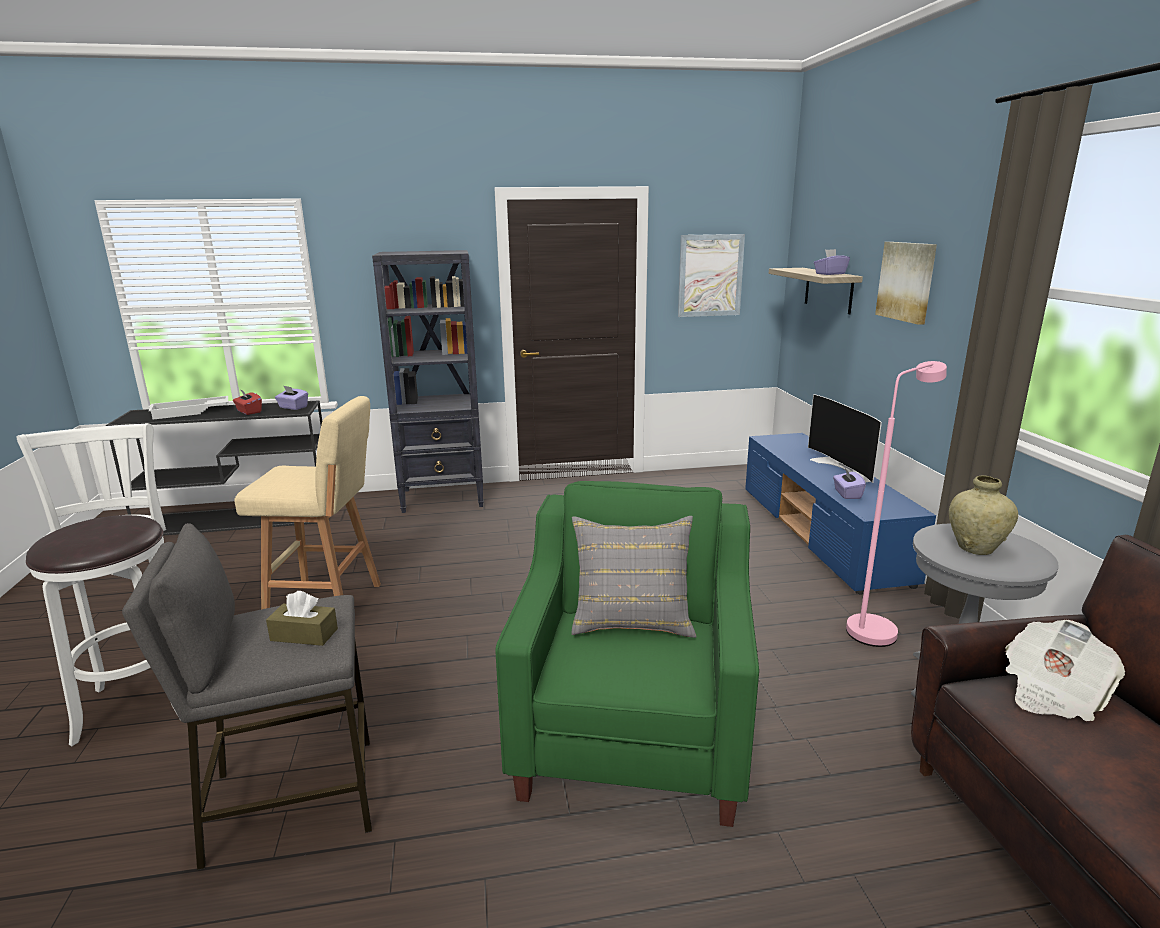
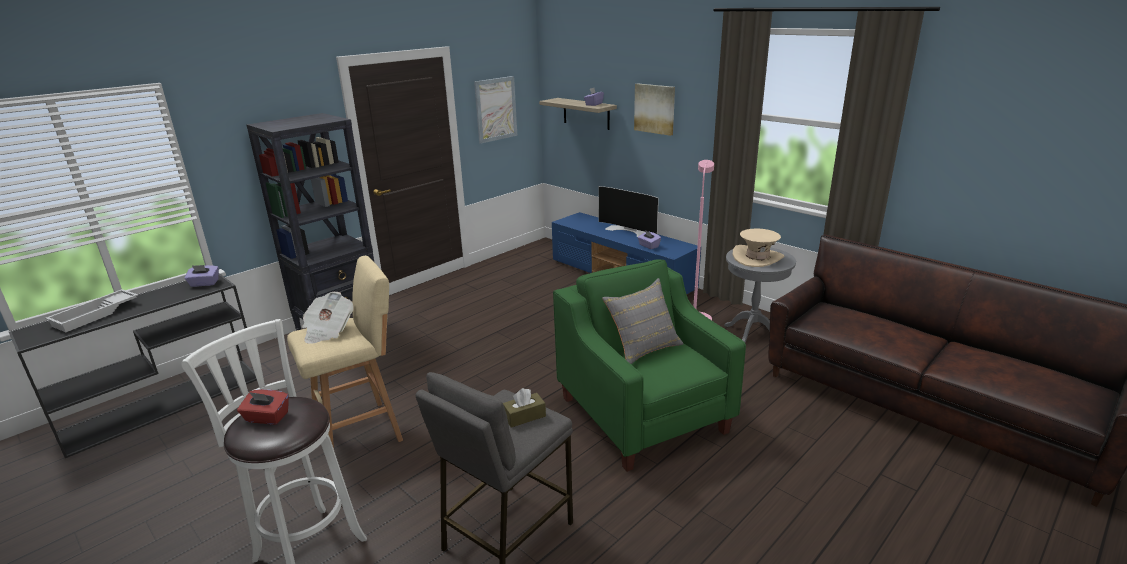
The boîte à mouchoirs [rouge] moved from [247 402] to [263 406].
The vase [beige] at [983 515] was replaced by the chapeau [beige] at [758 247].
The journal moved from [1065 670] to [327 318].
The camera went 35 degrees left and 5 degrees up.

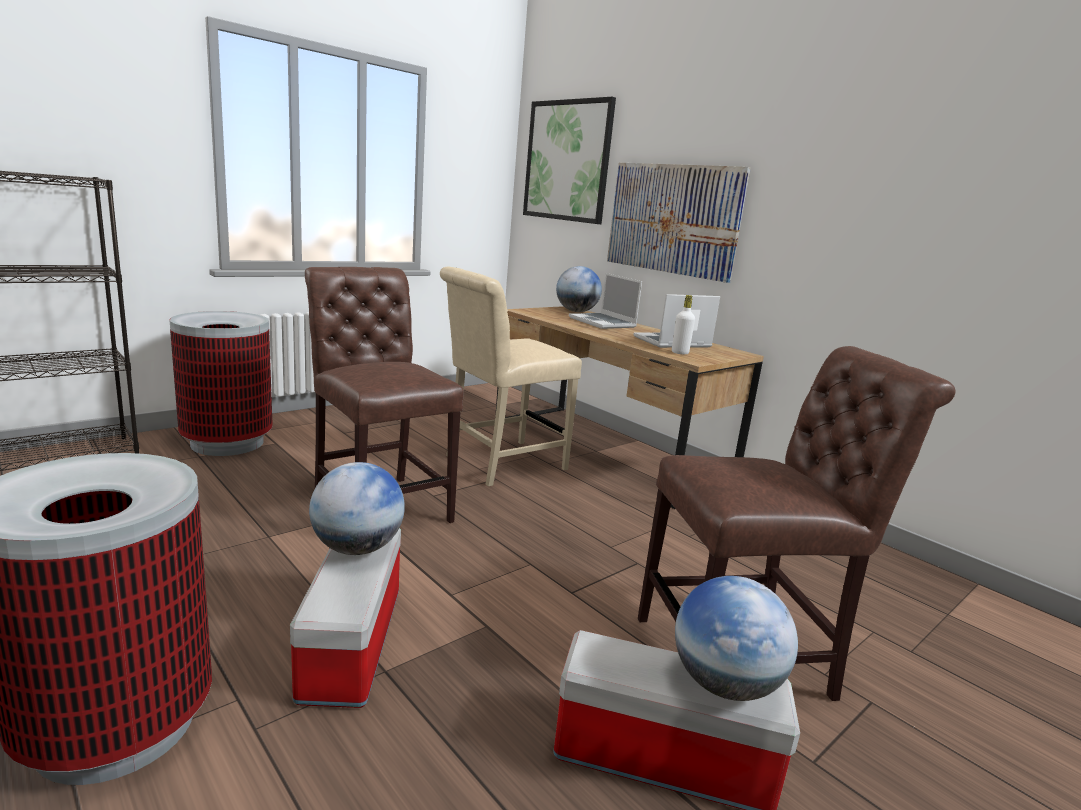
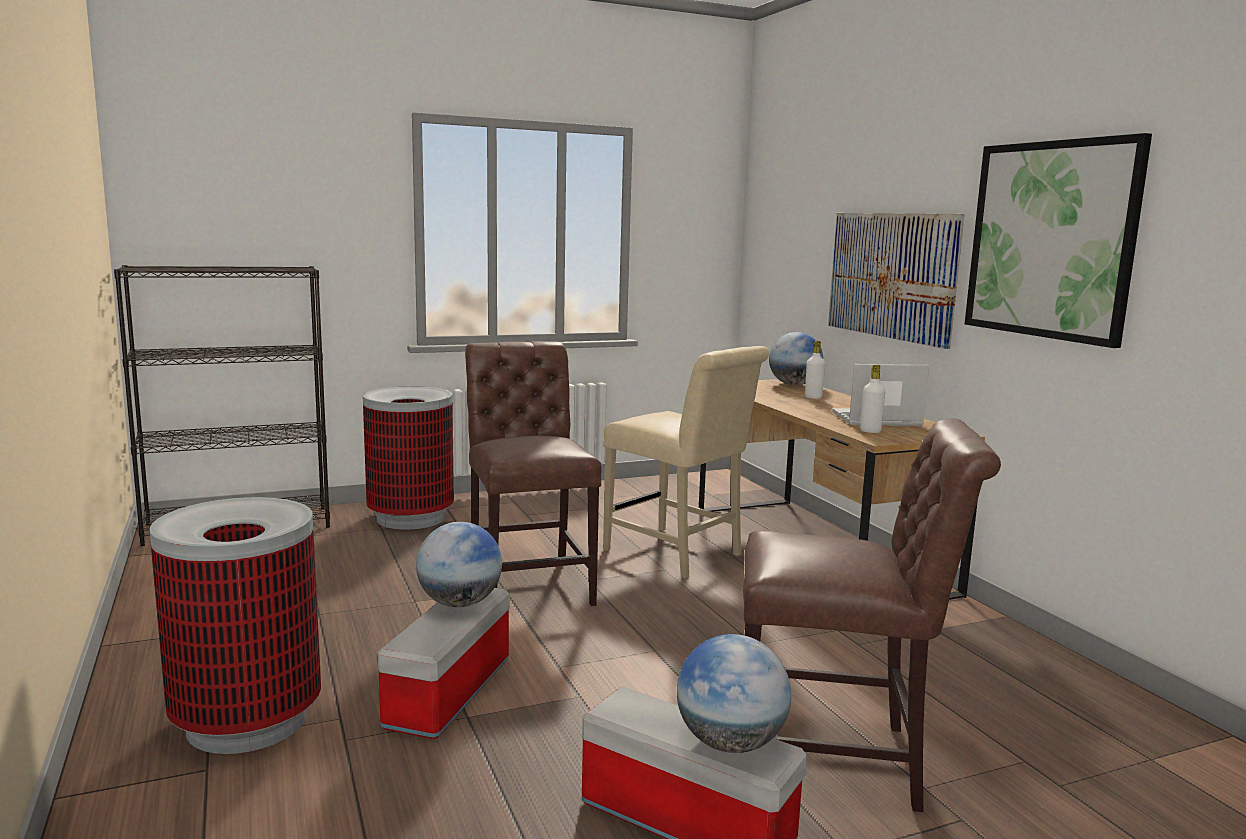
The chaise [beige] at [511 376] turned 120 degrees counterclockwise.
The tableau moved from [569 160] to [1058 240].
The ordinateur portable at [605 301] was replaced by the bouteille [blanc] at [815 370].
The camera went 20 degrees right and 5 degrees down.

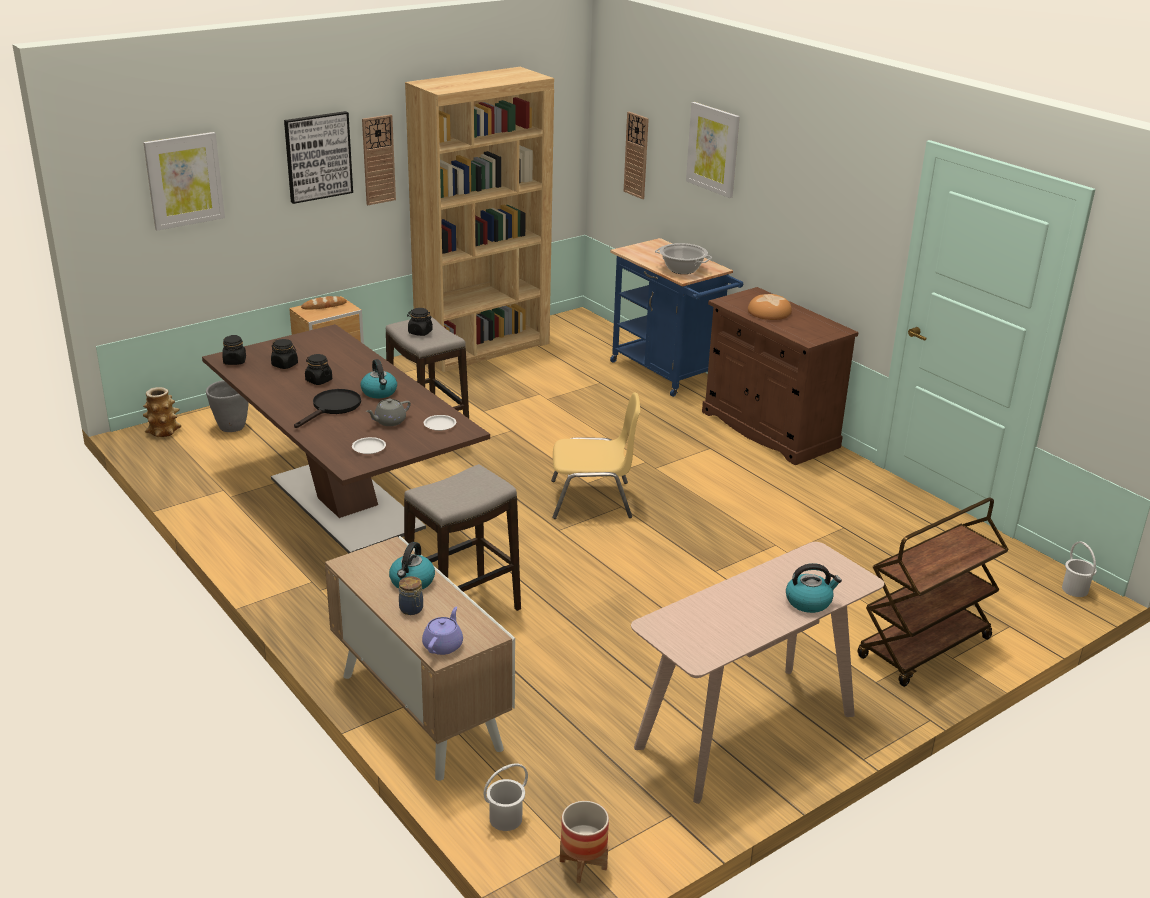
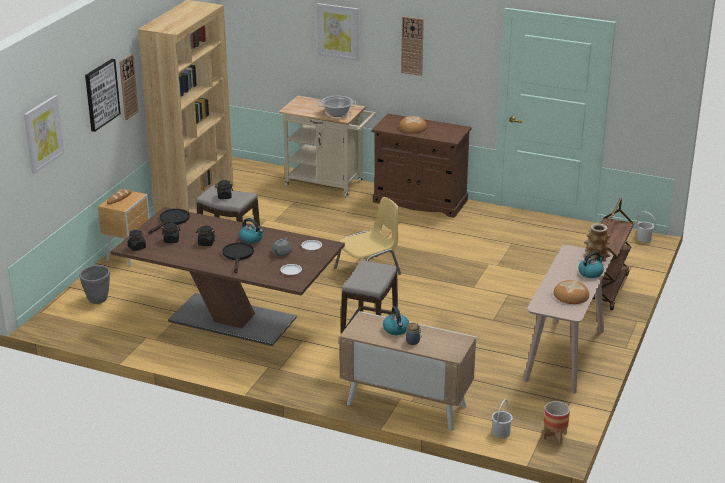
The vase moved from [162 412] to [597 243].
The théière [violet] at [442 630] disappeared.
The chariot [bleu] at [676 317] became the chariot [beige] at [327 147].
The horloge murale moved from [636 155] to [412 46].
The poêle [noir] at [169 221] appeared.
The pain at [571 292] appeared.
The camera went 30 degrees left and 0 degrees up.

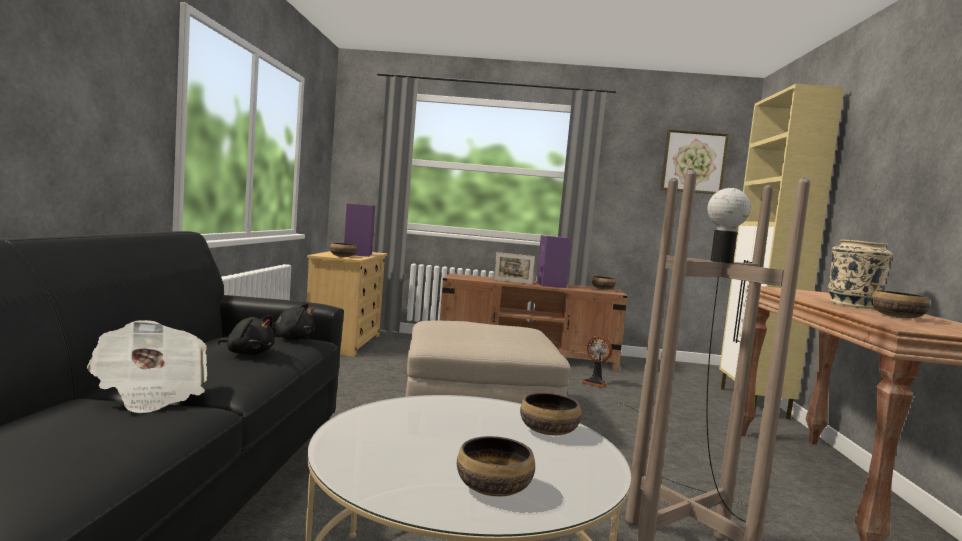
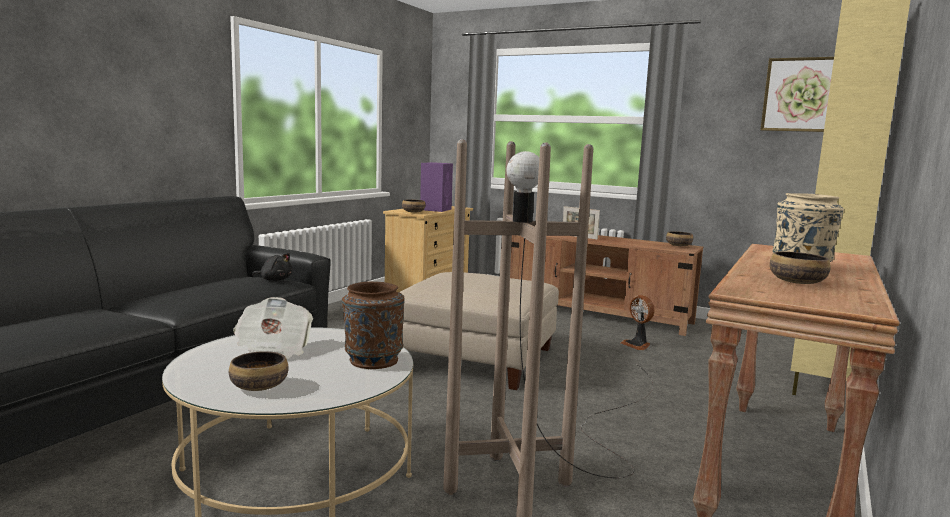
The journal moved from [147 366] to [273 328].
The peluche [noir] at [246 335] disappeared.
The bol at [550 414] was replaced by the vase [marron] at [373 325].
The enceinte [violet] at [554 261] disappeared.
The camera went 25 degrees right and 5 degrees up.

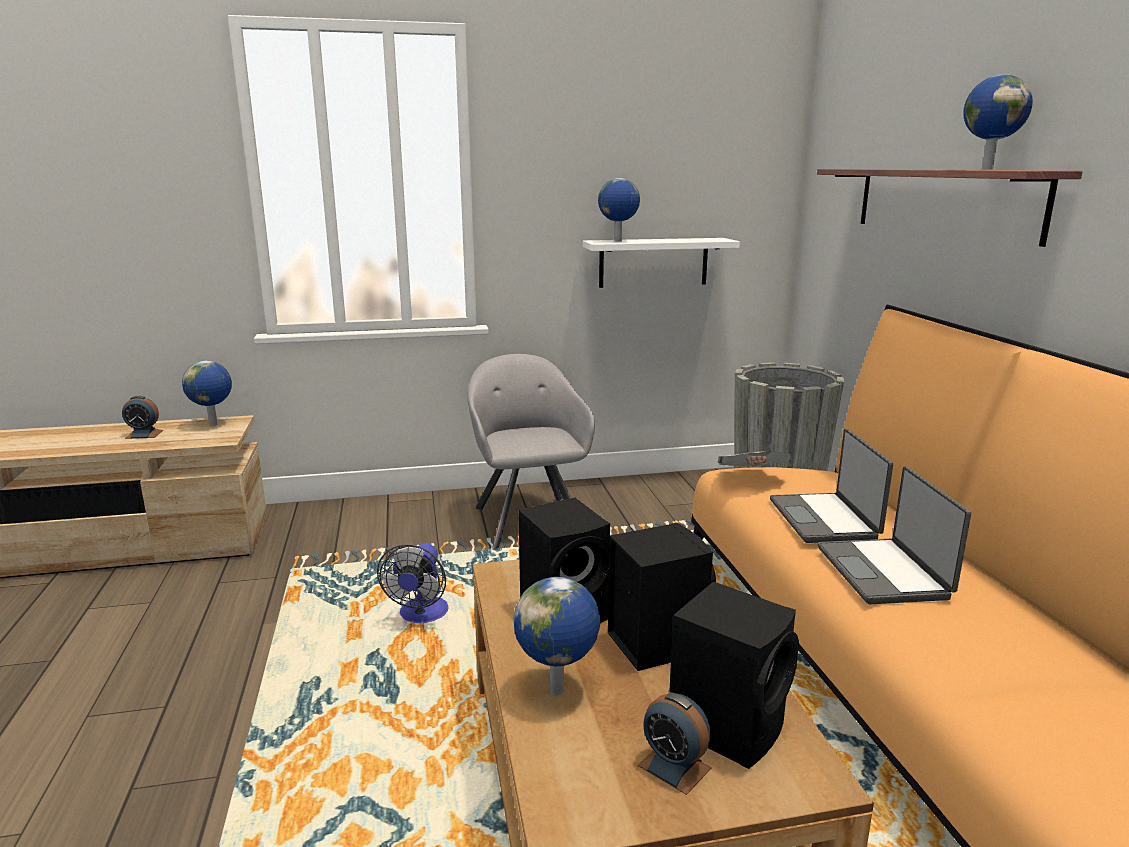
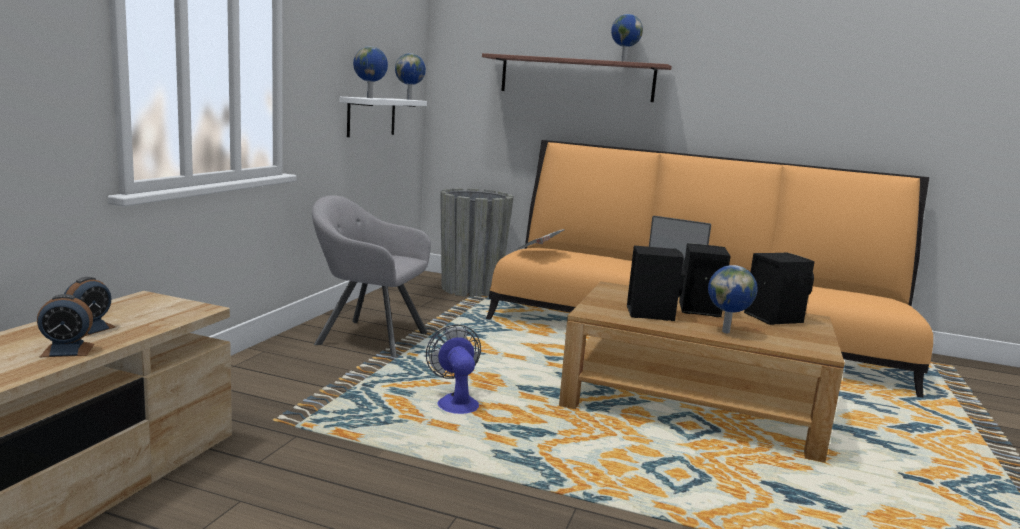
The globe moved from [207 393] to [410 76].
The ventilateur at [413 583] turned 150 degrees counterclockwise.
The réveil moved from [675 743] to [65 325].
The ordinateur portable at [831 486] disappeared.
The camera went 60 degrees left and 5 degrees down.

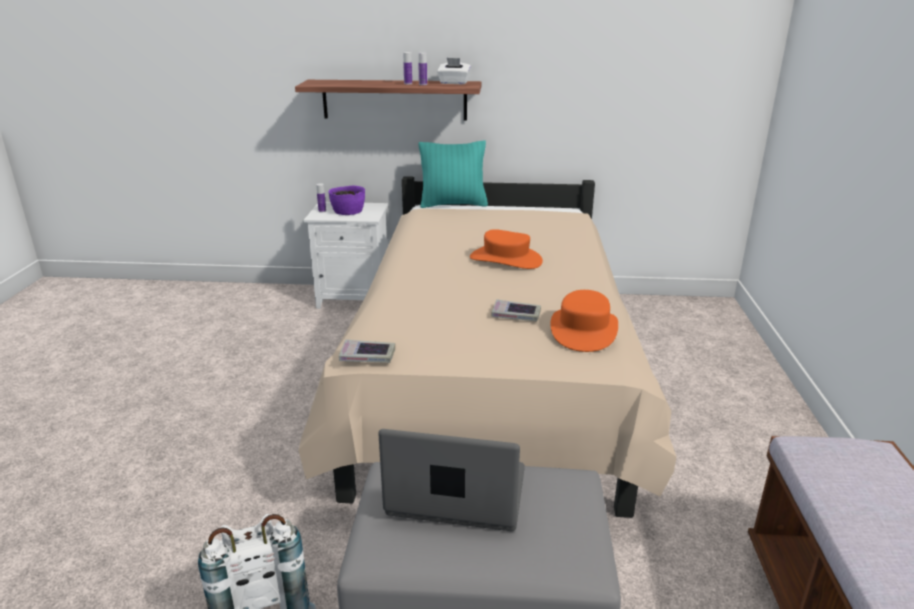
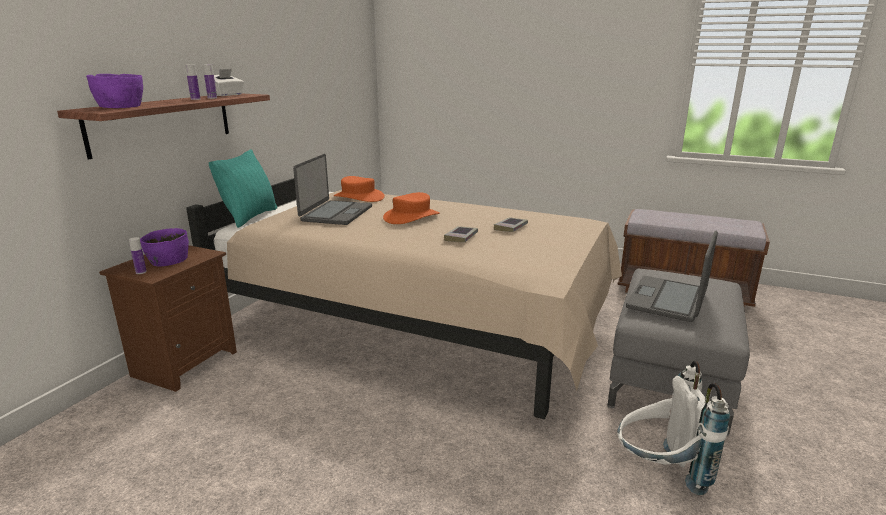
The table de chevet [blanc] at [346 255] became the table de chevet [marron] at [168 318].
The livre moved from [367 351] to [461 234].
The chapeau [orange] moved from [584 321] to [359 189].
The bol [violet] at [114 91] appeared.
The ordinateur portable at [332 189] appeared.
The camera went 70 degrees left and 5 degrees down.

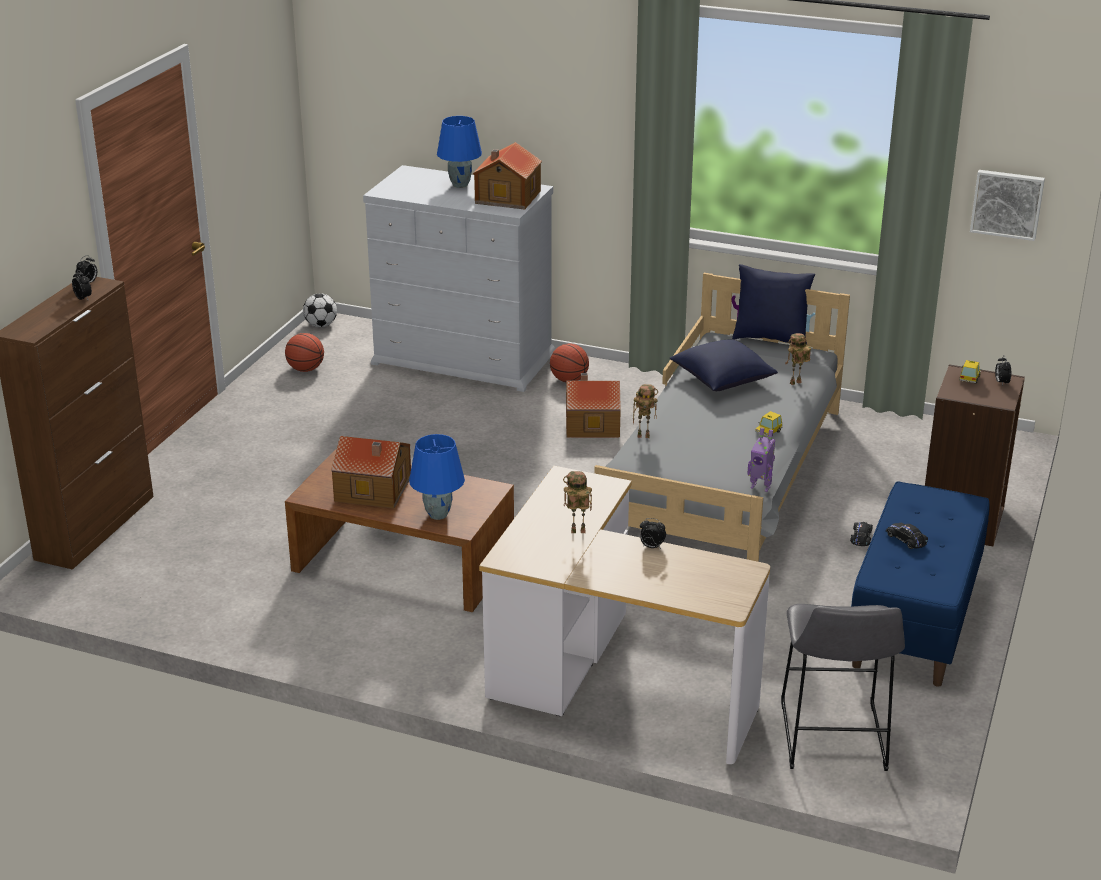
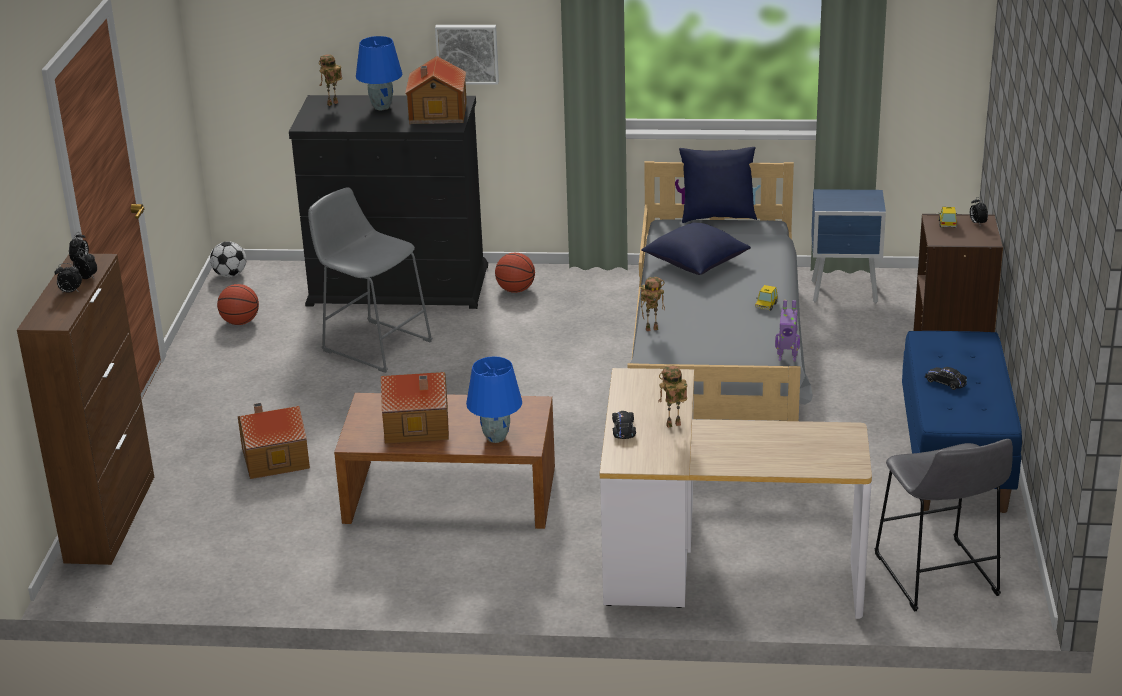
The commode [blanc] at [459 278] became the commode [noir] at [388 202].
The maison miniature moved from [593 405] to [274 441].
The réveil moved from [653 533] to [68 278].
The robot jouet moved from [798 359] to [330 80].
The petite voiture [noir] moved from [861 534] to [624 425].
The tableau moved from [1007 205] to [467 55].
The tabouret [gris] at [370 280] appeared.
The table de chevet [bleu] at [848 246] appeared.
The camera went 15 degrees left and 0 degrees up.

